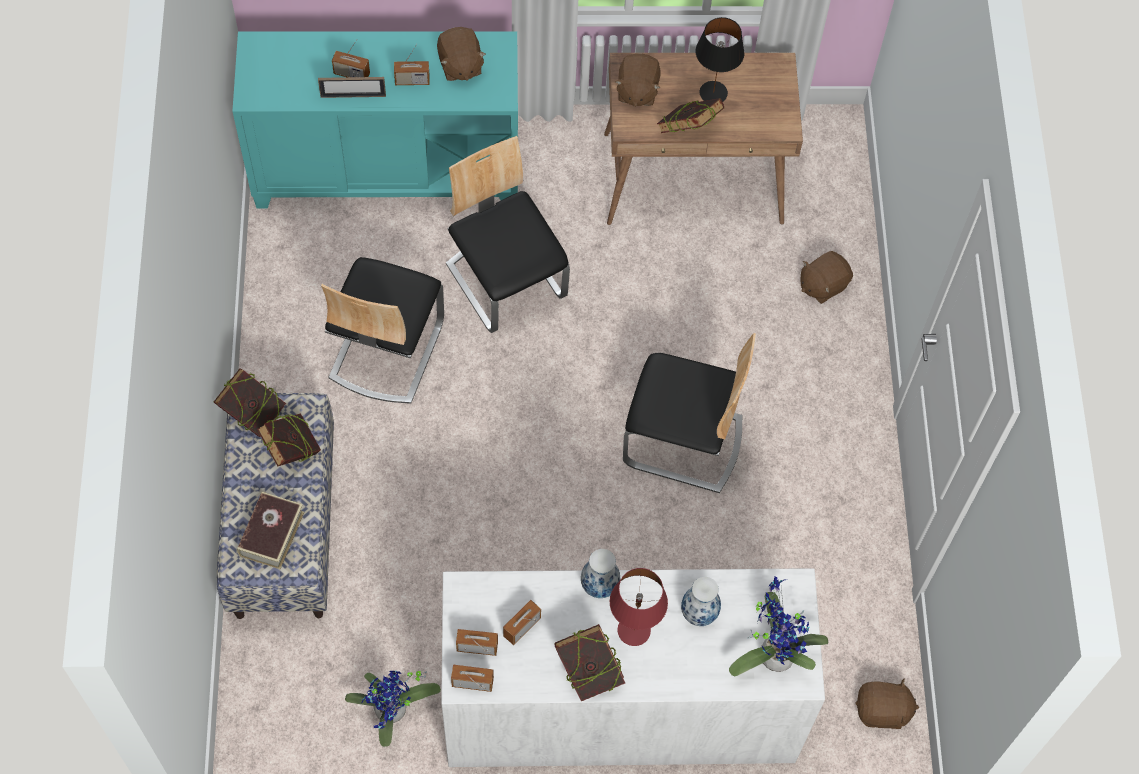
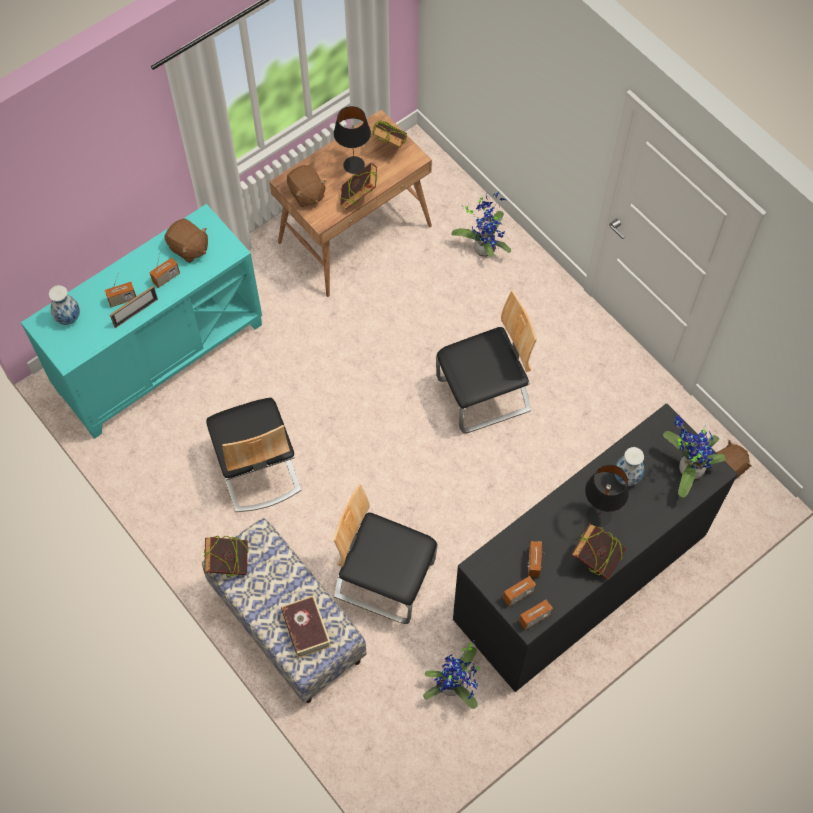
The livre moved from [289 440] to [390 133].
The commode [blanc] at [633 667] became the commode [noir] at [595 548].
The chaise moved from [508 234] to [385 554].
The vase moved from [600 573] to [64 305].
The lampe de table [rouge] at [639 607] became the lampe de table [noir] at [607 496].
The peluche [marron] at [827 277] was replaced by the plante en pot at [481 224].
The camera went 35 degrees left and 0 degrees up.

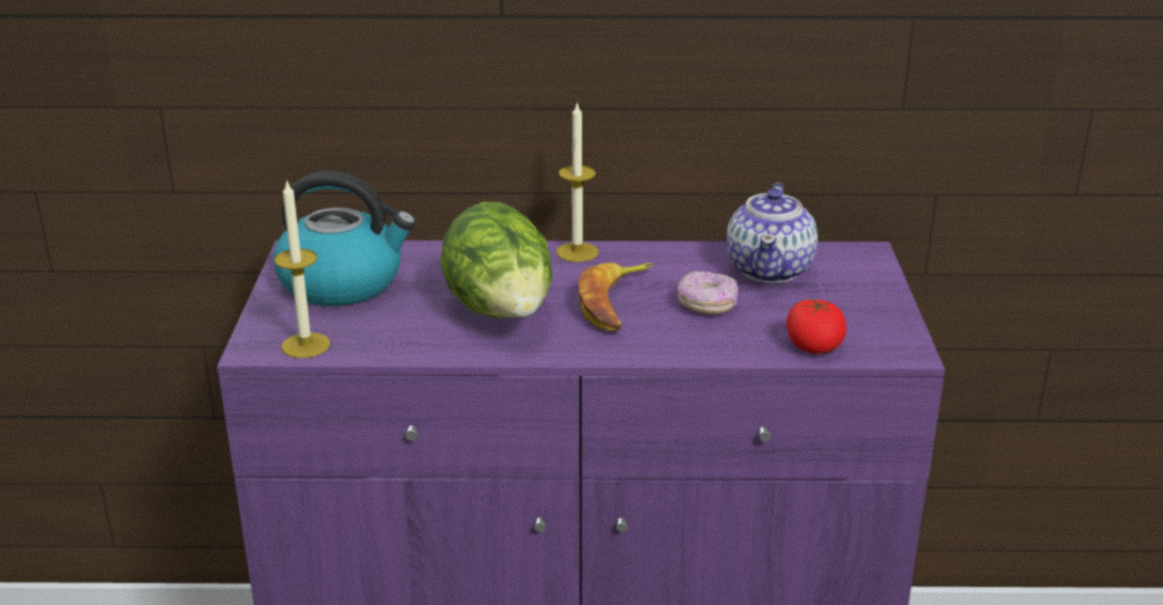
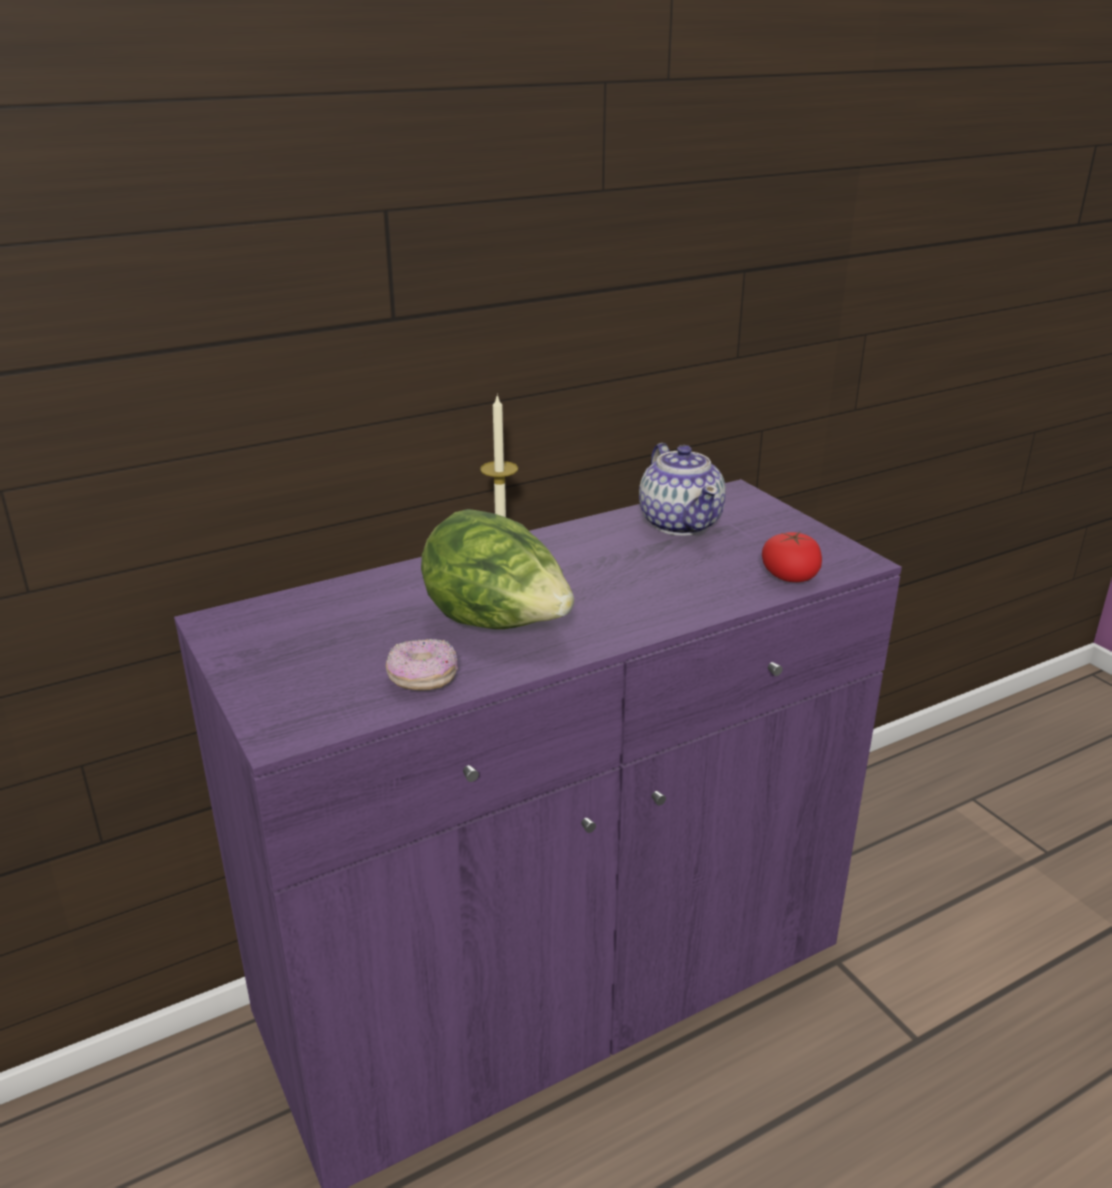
The bouilloire at [344 238] disappeared.
The bougie at [302 270] disappeared.
The banane at [616 296] disappeared.
The beignet moved from [708 292] to [422 665].
The camera went 30 degrees left and 0 degrees up.

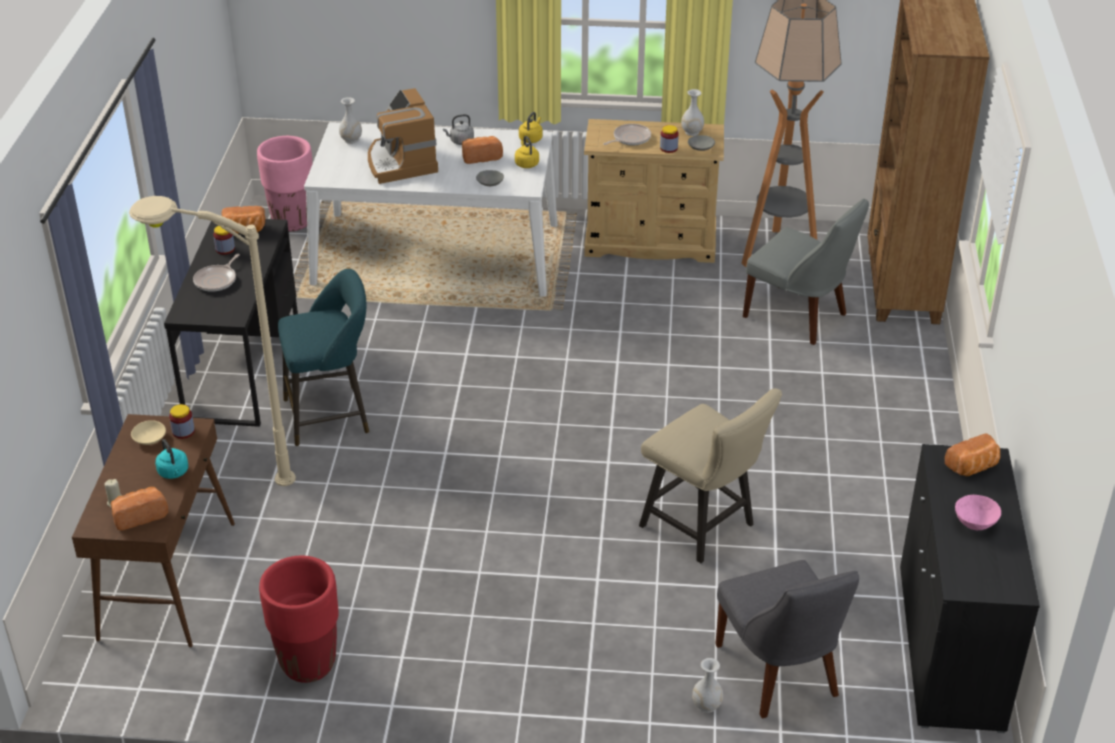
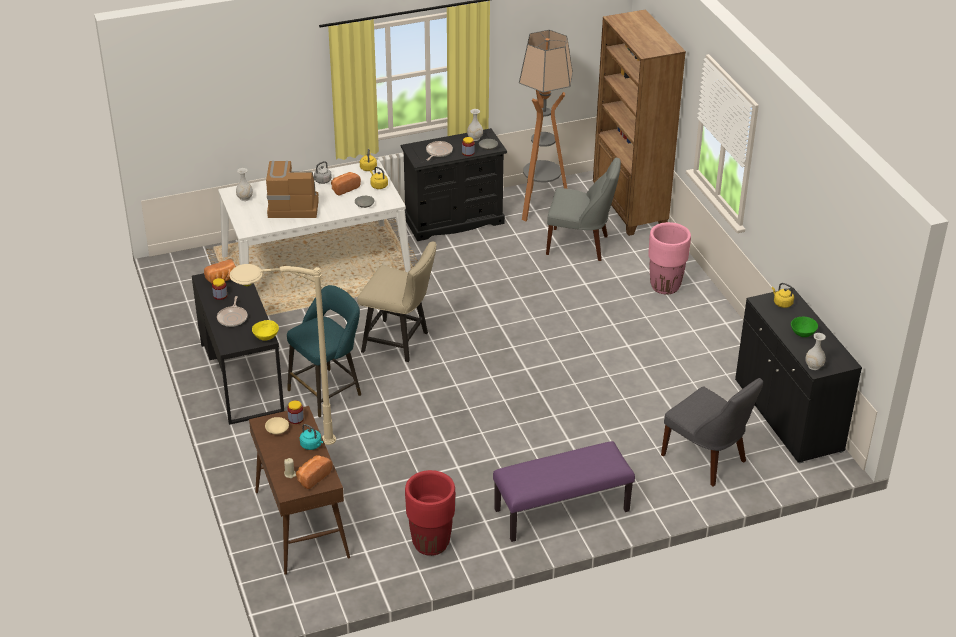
The cache-pot [rose] moved from [285 183] to [669 258].
The machine à café at [403 136] turned 135 degrees clockwise.
The commode [beige] at [654 191] became the commode [noir] at [454 184].
The chaise [beige] moved from [710 475] to [397 302].
The vase [blanc] moved from [707 685] to [815 351].
The pain at [972 455] was replaced by the bouilloire [jaune] at [783 295].
The bol [rose] at [978 513] became the bol [vert] at [804 327].
The bol [jaune] at [265 330] appeared.
The banc [violet] at [564 491] appeared.
The camera went 25 degrees left and 0 degrees up.

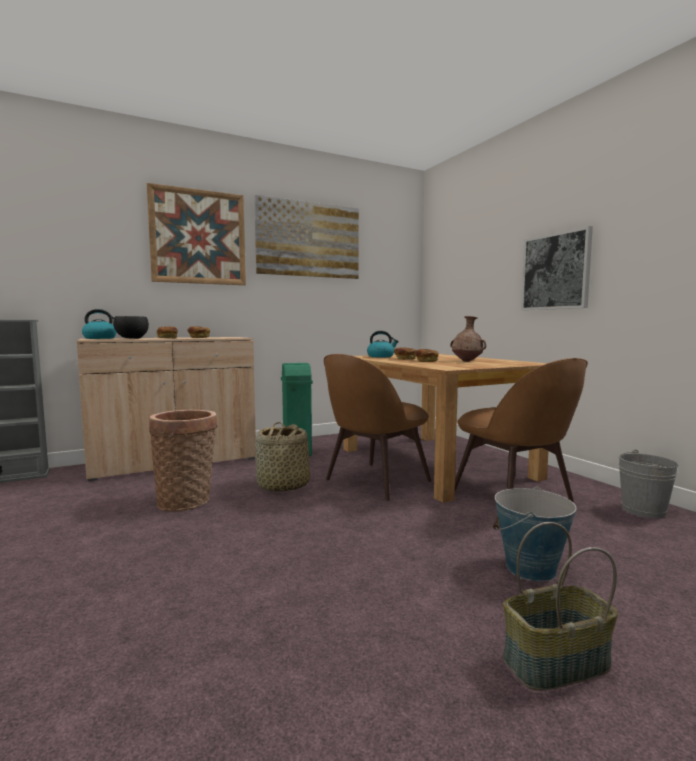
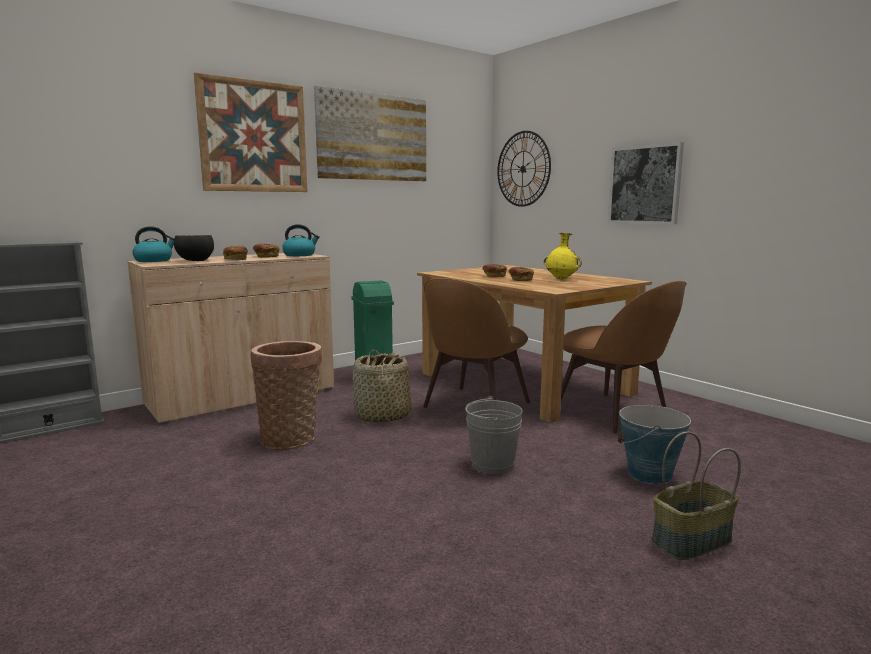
The bouilloire moved from [383 344] to [301 240].
The vase [marron] at [468 339] became the vase [jaune] at [562 256].
The seau [gris] moved from [648 483] to [494 435].
The horloge murale at [524 169] appeared.
The camera went 10 degrees left and 5 degrees up.

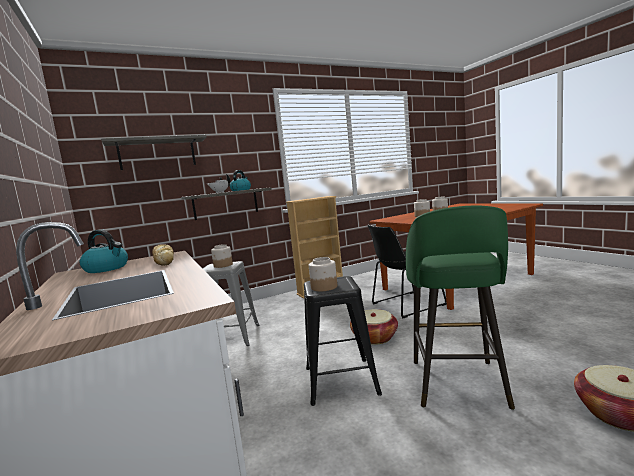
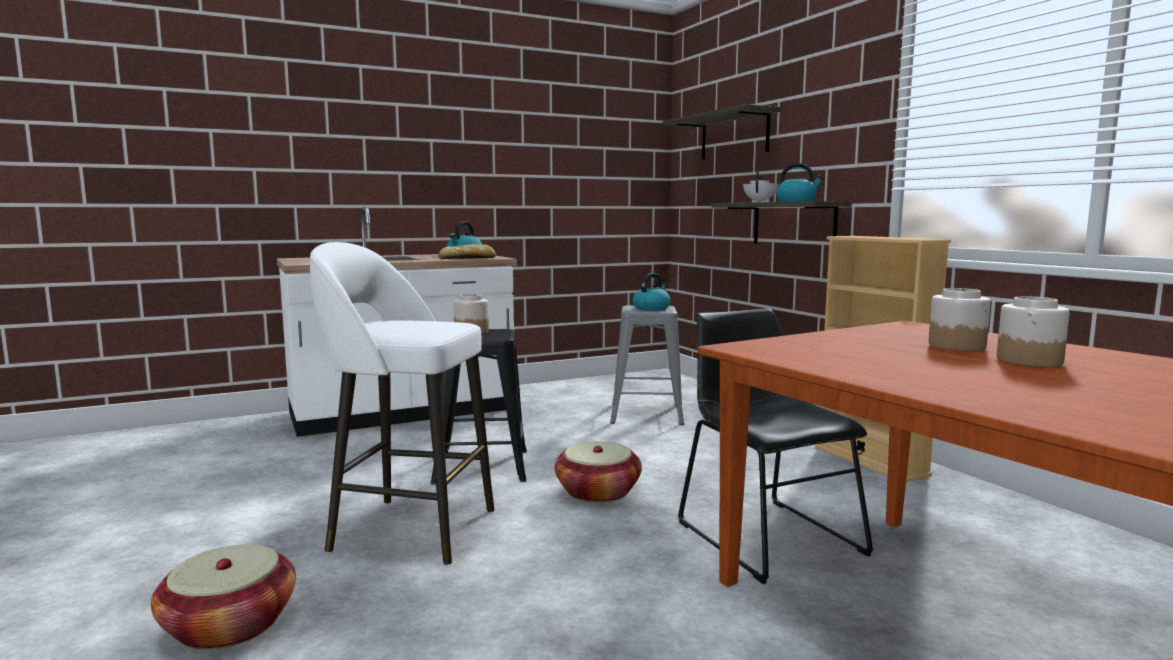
The bocal at [222 256] was replaced by the bouilloire at [652 292].
The tabouret [vert] at [460 307] became the tabouret [blanc] at [402 403].
The camera went 90 degrees right and 0 degrees up.

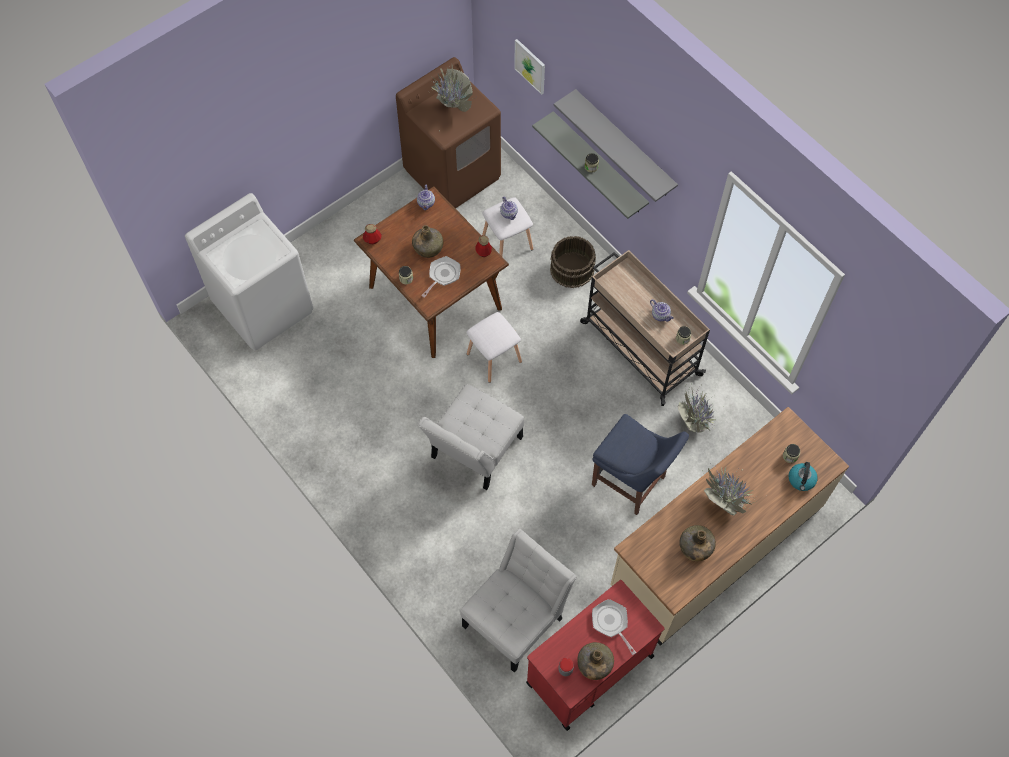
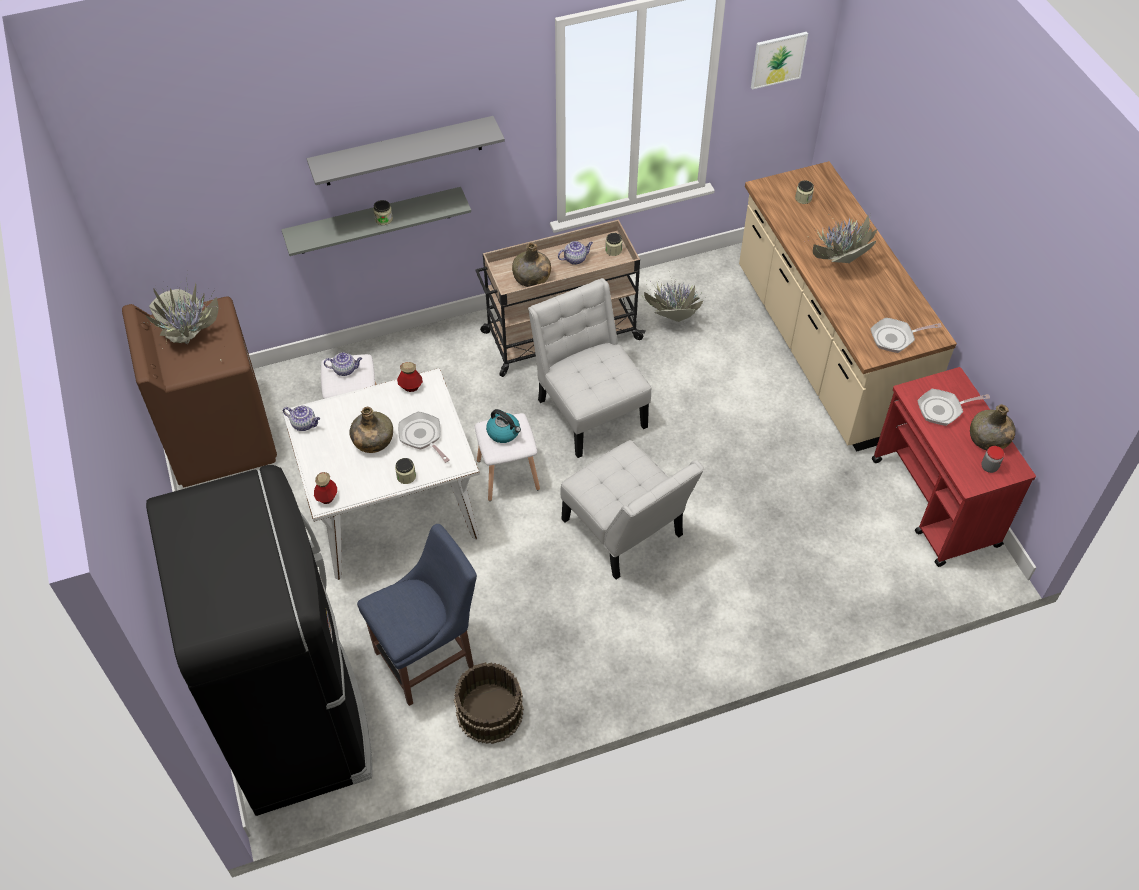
The lave-linge [blanc] at [249 272] was replaced by the réfrigérateur [noir] at [259 640].
The table à manger [marron] at [431 272] became the table à manger [blanc] at [381 474].
The chaise [blanc] moved from [518 600] to [589 368].
The tableau moved from [529 67] to [779 60].
The seau [marron] moved from [573 262] to [489 703].
The chaise [bleu] moved from [640 464] to [417 615].
The bouteille [vert] moved from [697 543] to [531 264].
The bouilloire moved from [803 476] to [503 426].
The poêle at [906 335] appeared.
The camera went 70 degrees left and 10 degrees down.

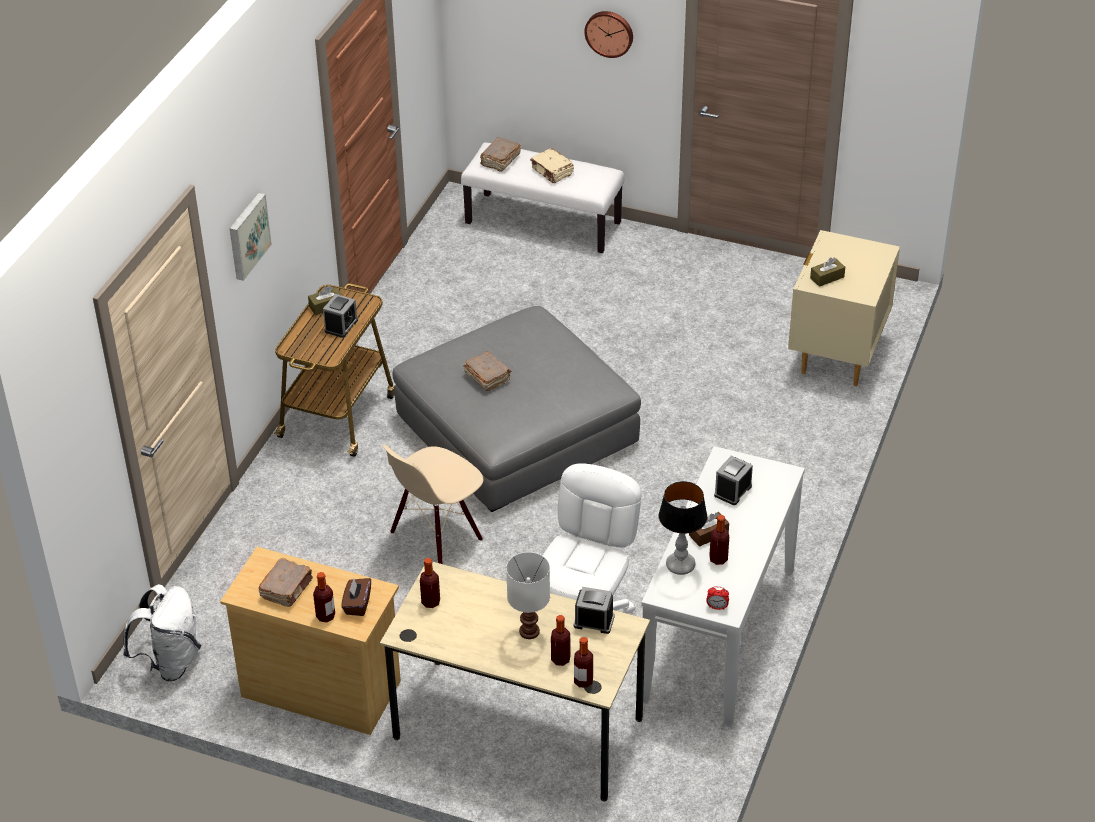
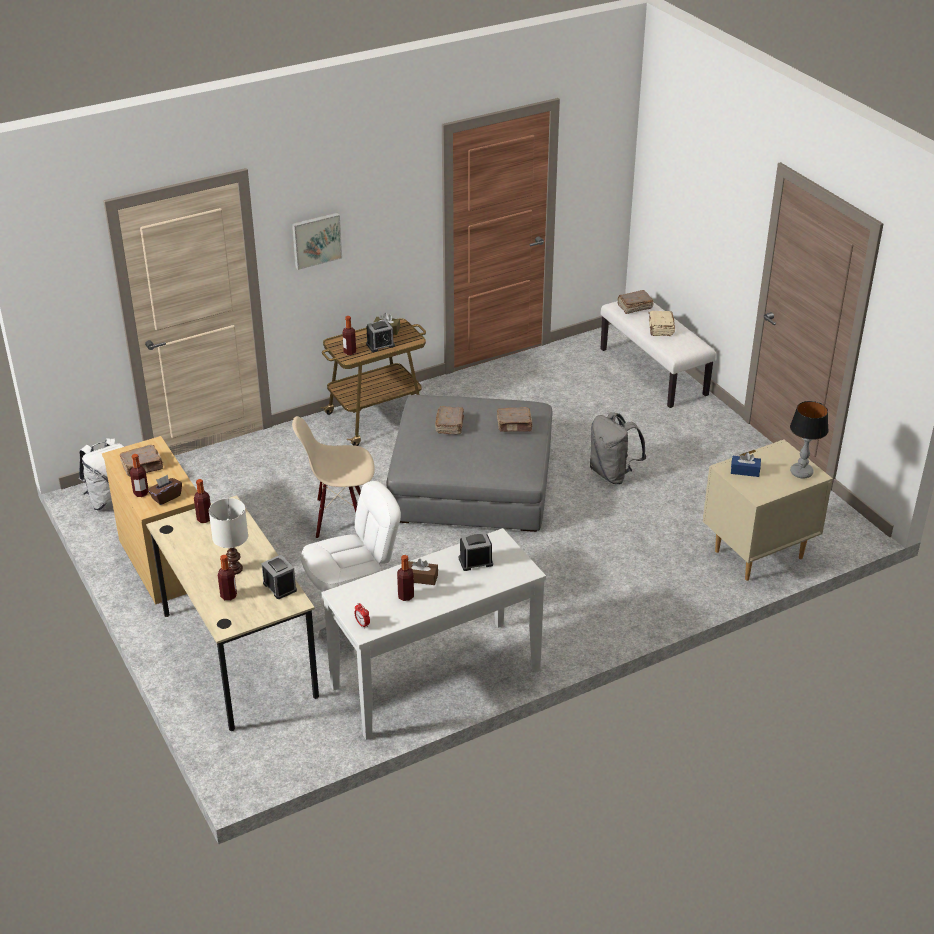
The bouteille moved from [583 662] to [349 335].
The horloge murale at [608 34] disappeared.
The lampe de table moved from [683 528] to [809 439].
The boîte à mouchoirs [marron] at [827 272] became the boîte à mouchoirs [bleu] at [746 464].
The livre [marron] at [515 419] appeared.
The sac à dos [gris] at [618 448] appeared.
The camera went 40 degrees right and 5 degrees down.

